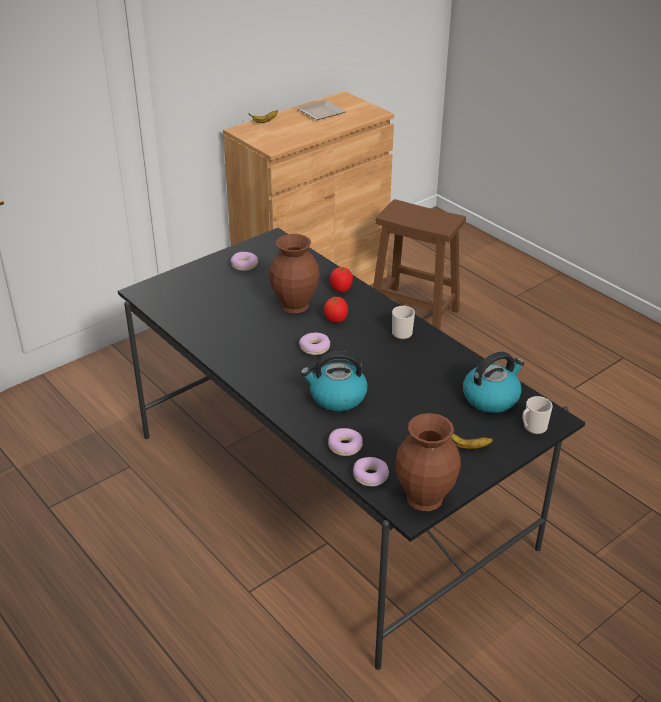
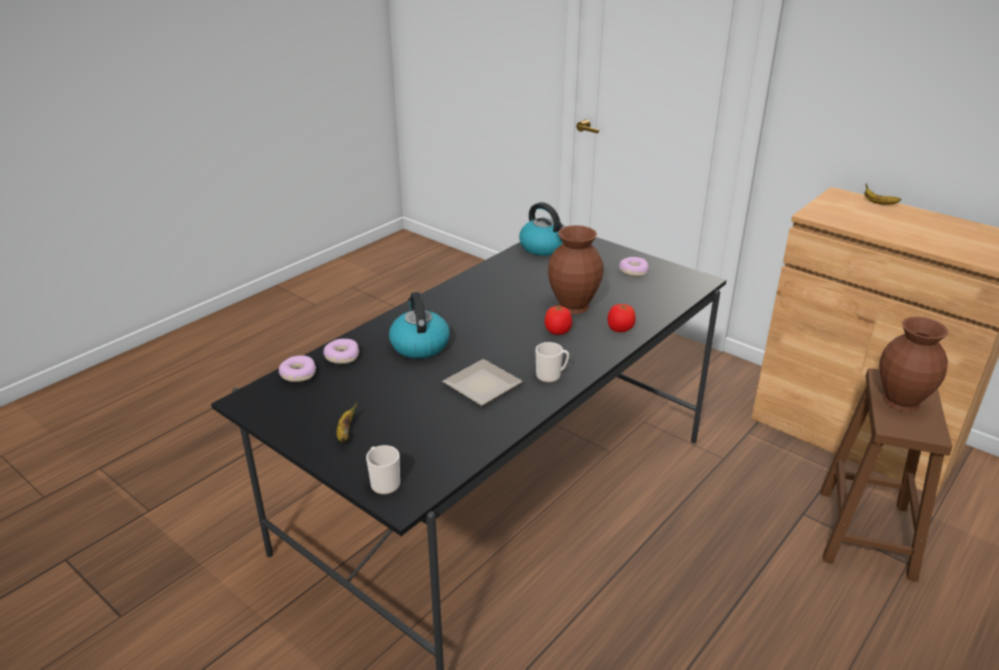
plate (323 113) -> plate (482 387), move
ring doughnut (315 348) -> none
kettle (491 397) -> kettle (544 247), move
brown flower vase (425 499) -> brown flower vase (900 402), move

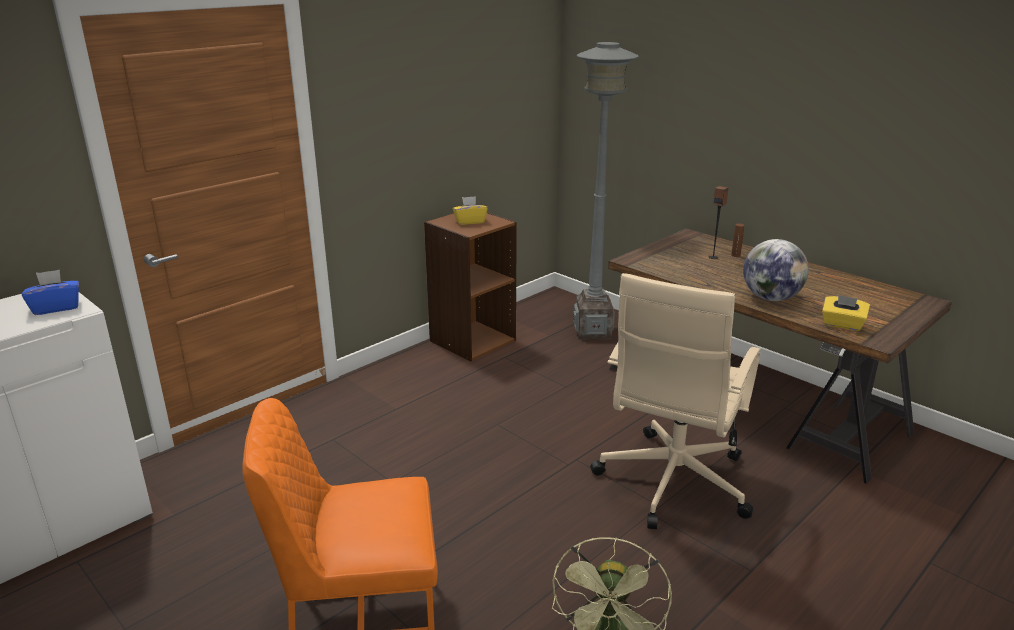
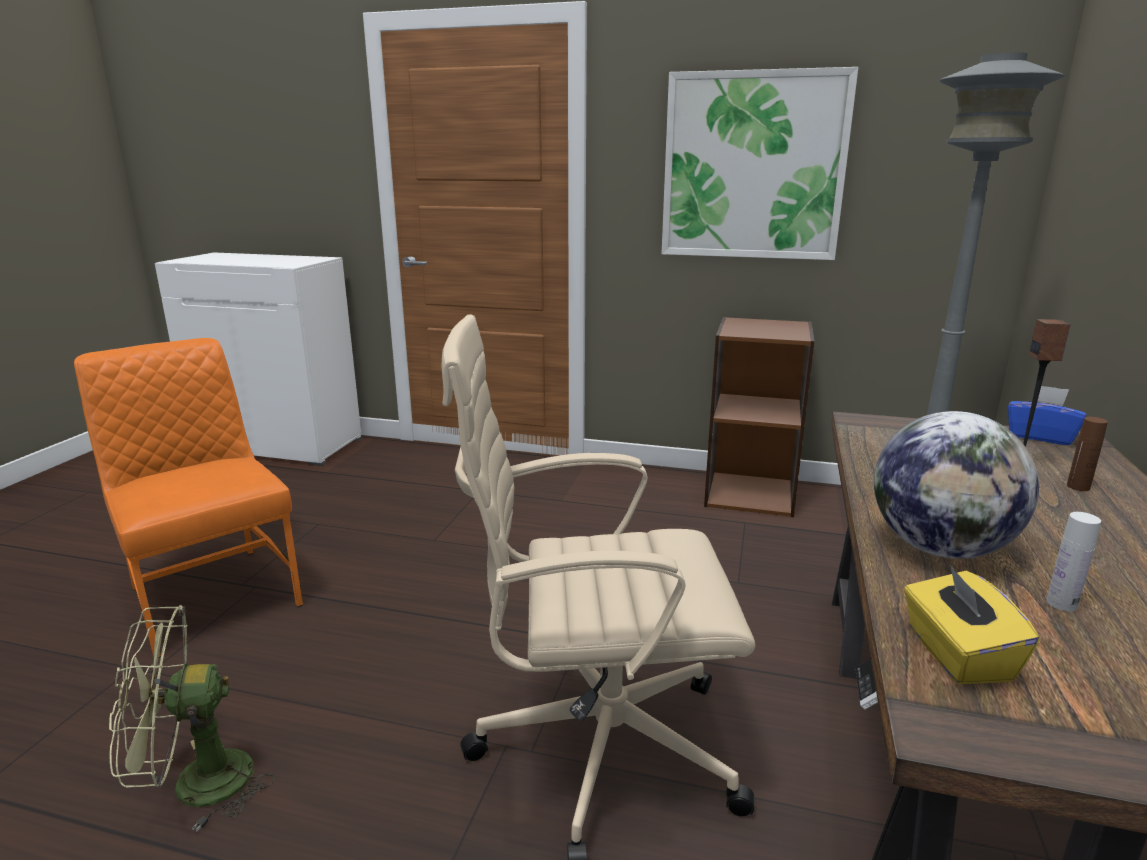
yellow tissue box (470 221) -> none
blue tissue box (56 307) -> blue tissue box (1040 436), move
none -> wall picture (753 167)
none -> white bottle (1061 604)

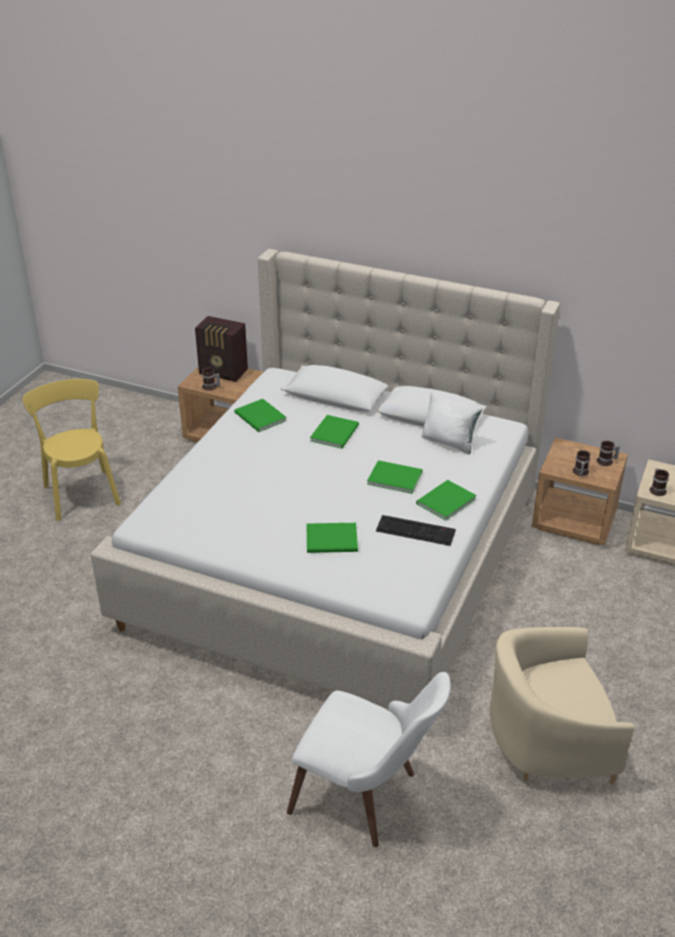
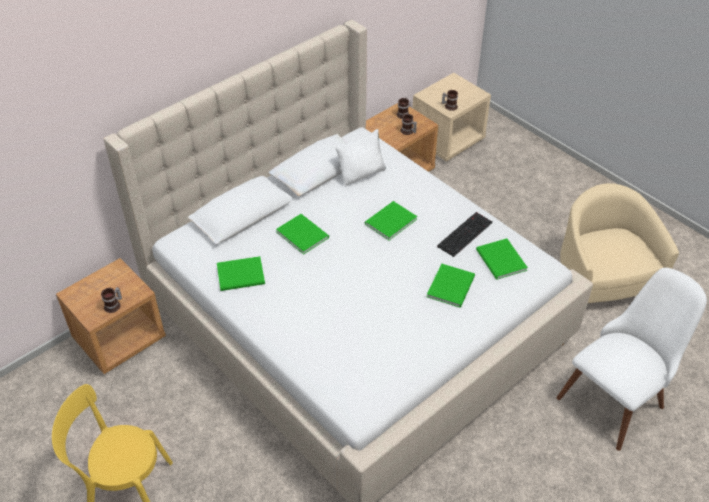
radio (224 372) -> none
greenish book (444 501) -> greenish book (500 261), move
beige-coloured easy chair (548 742) -> beige-coloured easy chair (602 279), 150 degrees clockwise

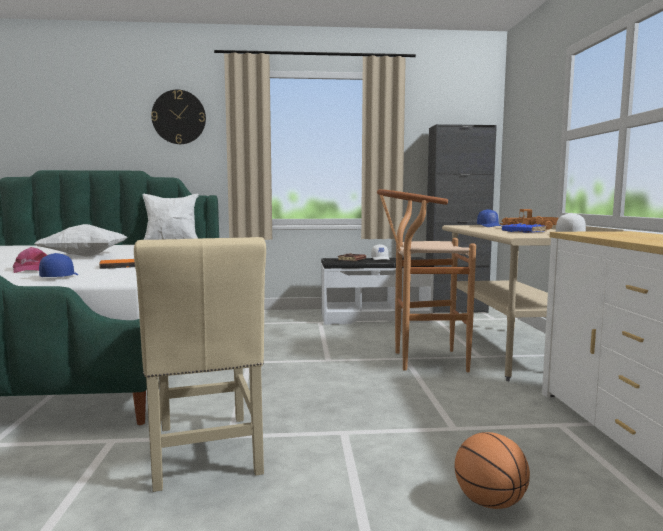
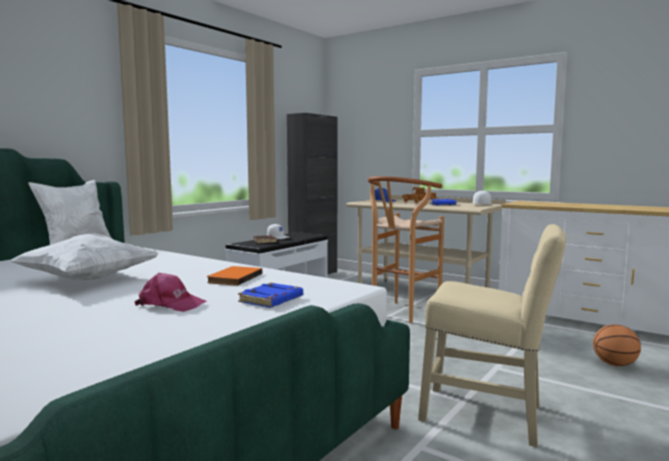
wall clock (179 117) -> none
blue baseball cap (59 277) -> blue book (271 300)

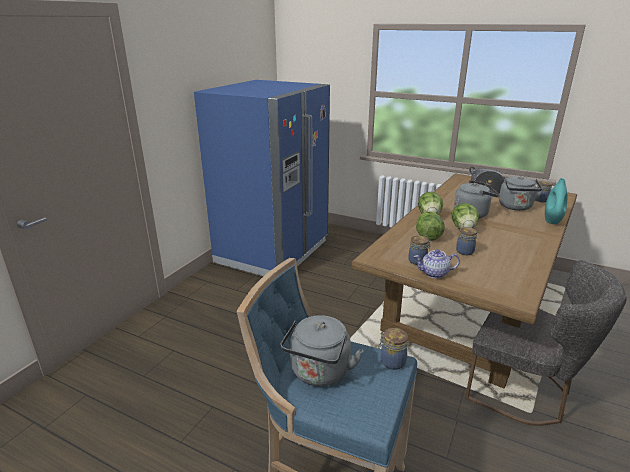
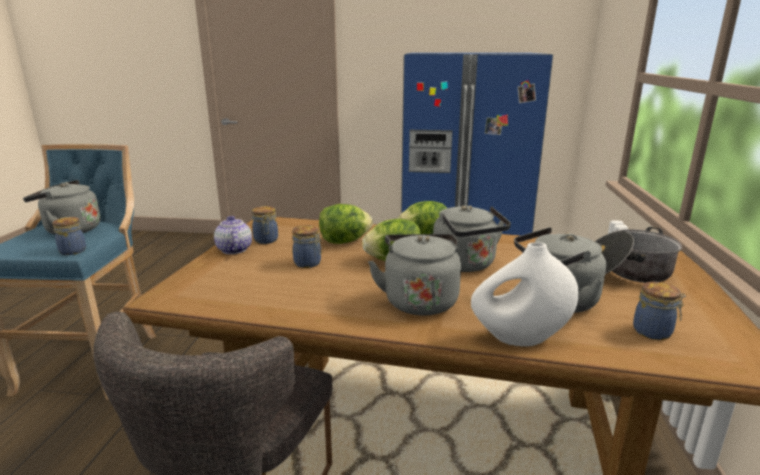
turquoise flower vase (552 220) -> white flower vase (519 339)
none -> gray kettle (419 300)

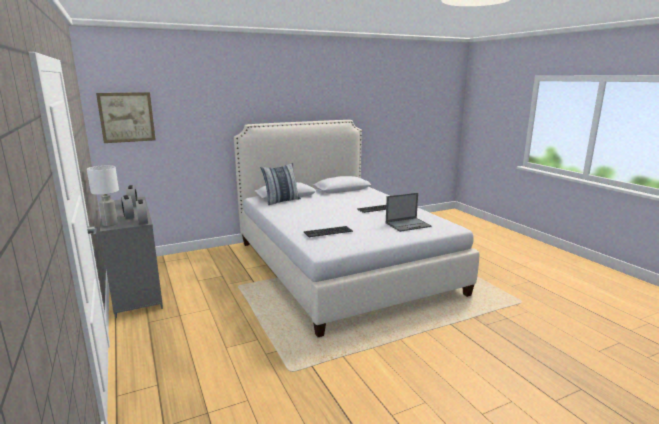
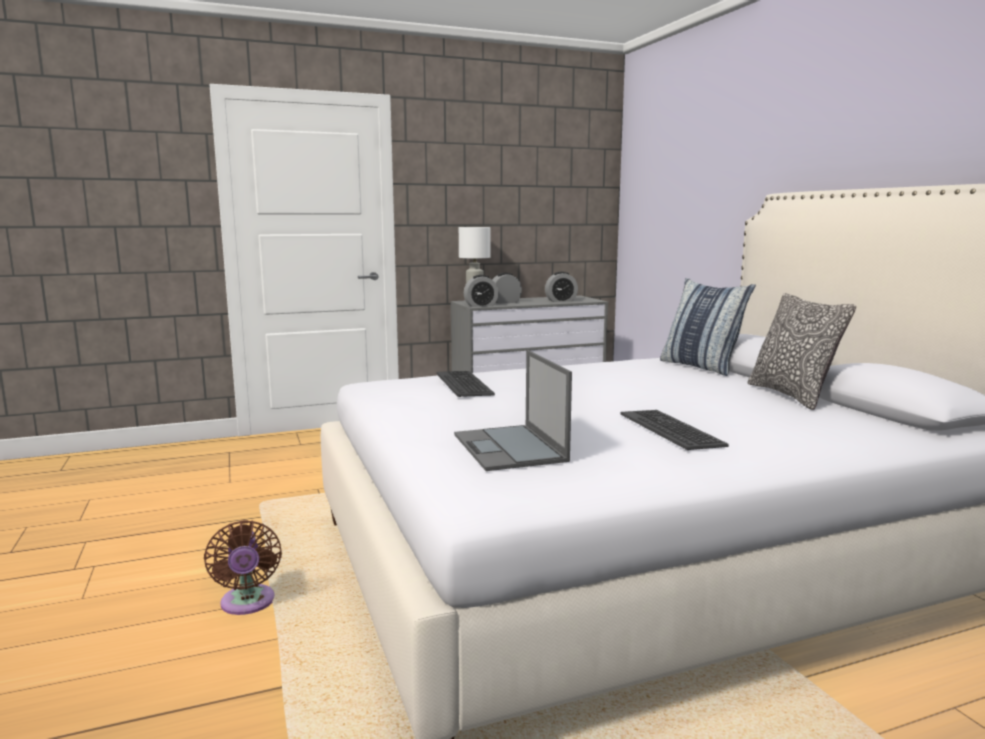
wall picture (127 117) -> none
none -> pillow (792 395)
none -> brown cooling fan (247 604)

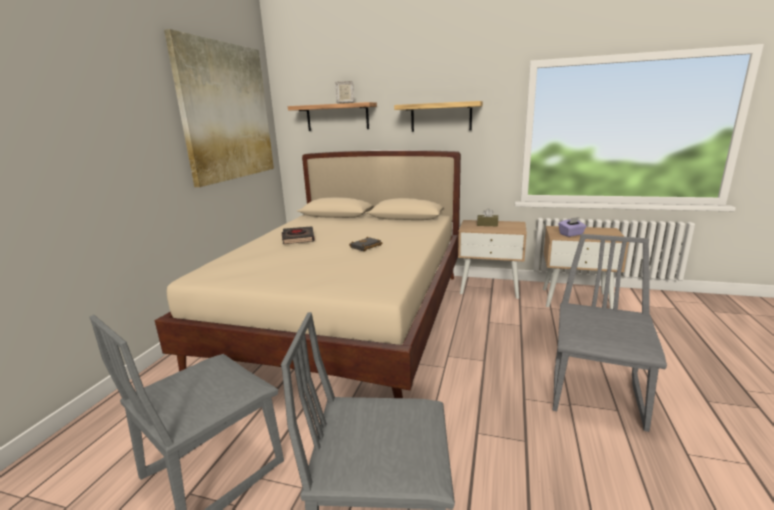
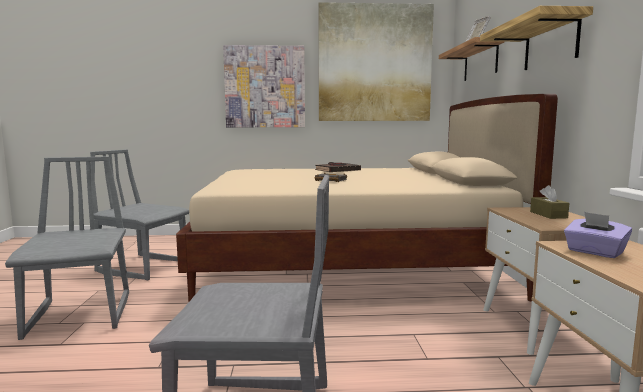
none -> wall picture (265 87)

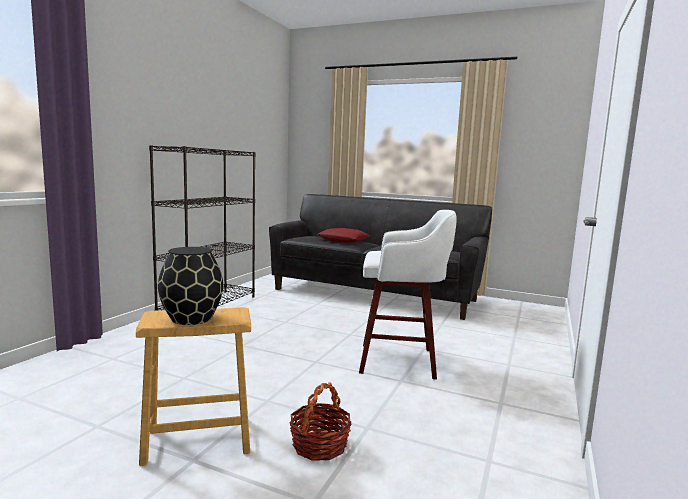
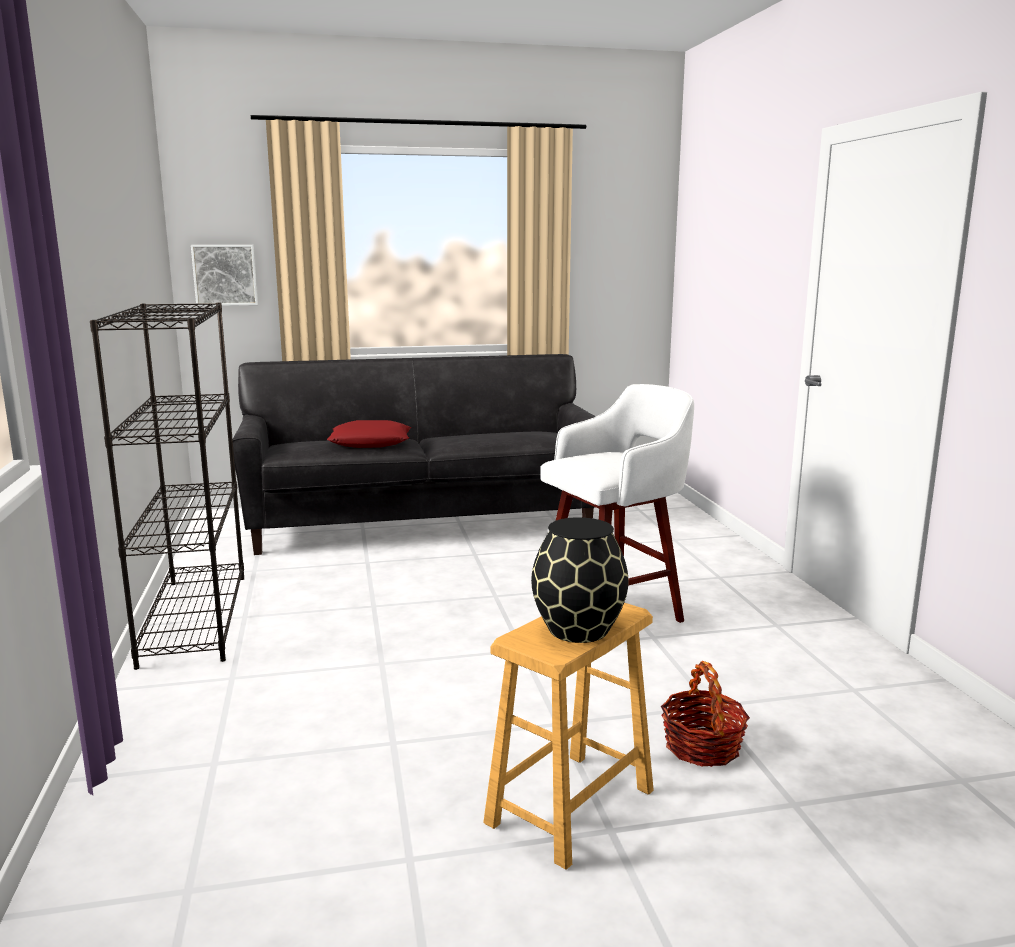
none -> wall picture (225 275)

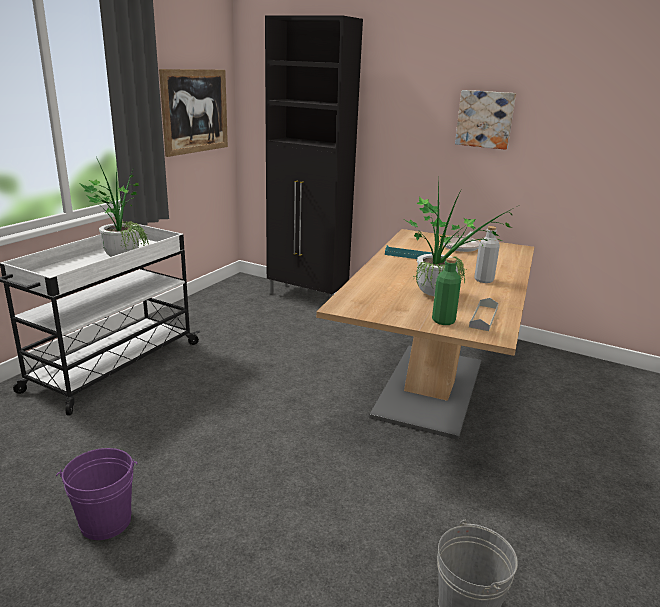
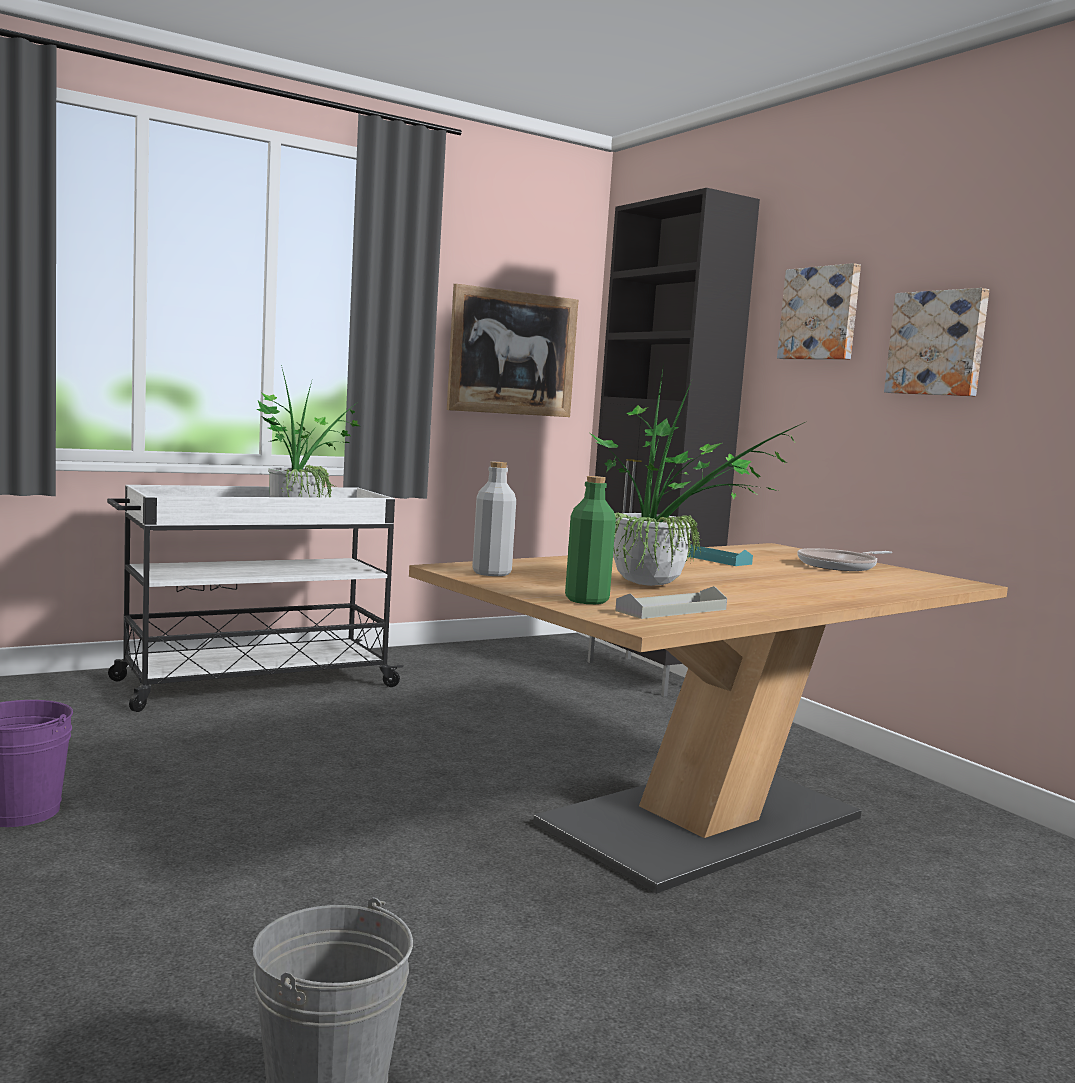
gray bottle (484 280) -> gray bottle (491 573), move
none -> wall picture (821 313)

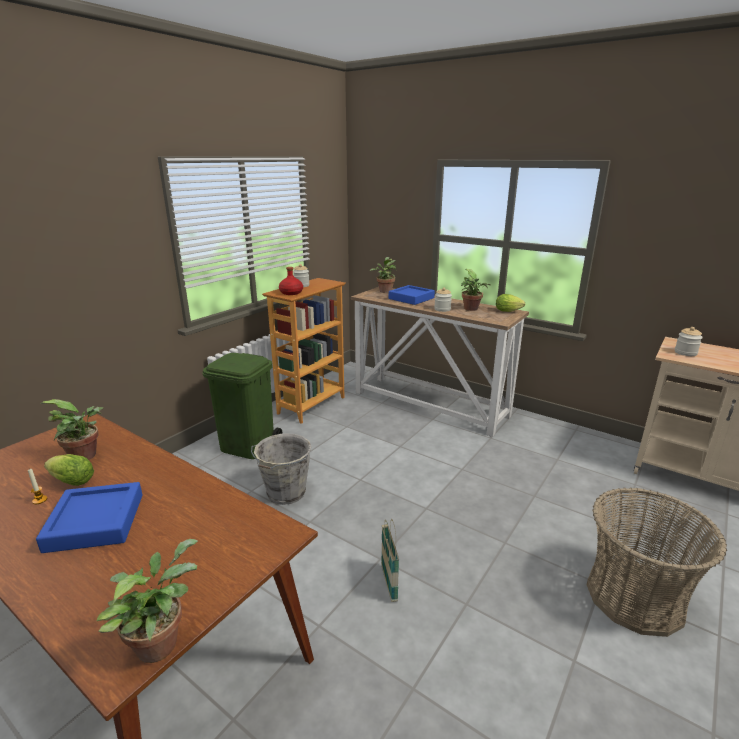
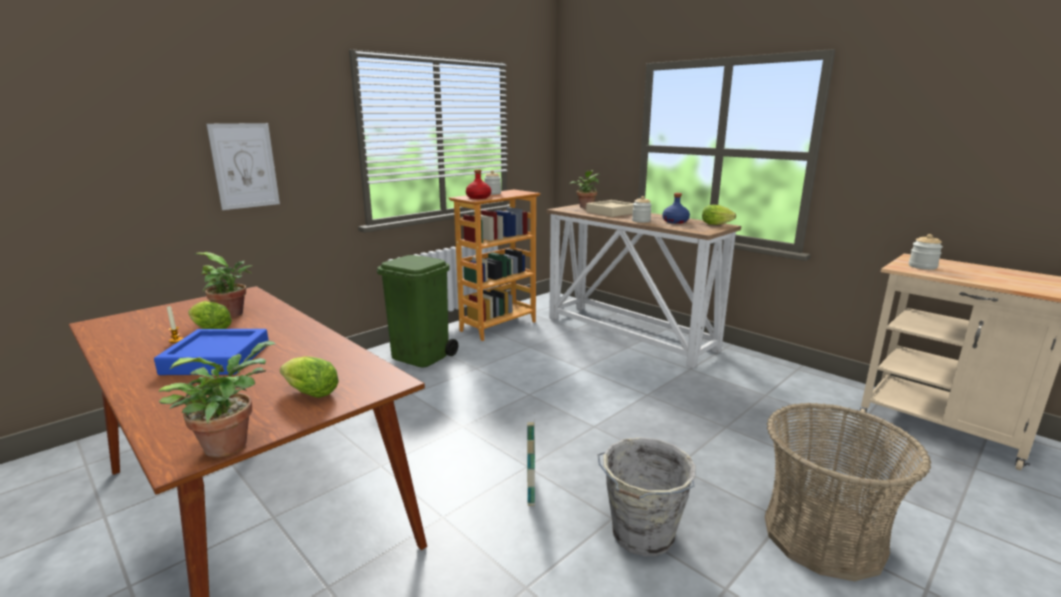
houseplant (472 309) -> blue bottle (675 222)
blue tray (411 298) -> beige-coloured tray (611 212)
gray water bucket (285 493) -> gray water bucket (641 535), move
none -> wall picture (244 166)
none -> lettuce (308 393)

